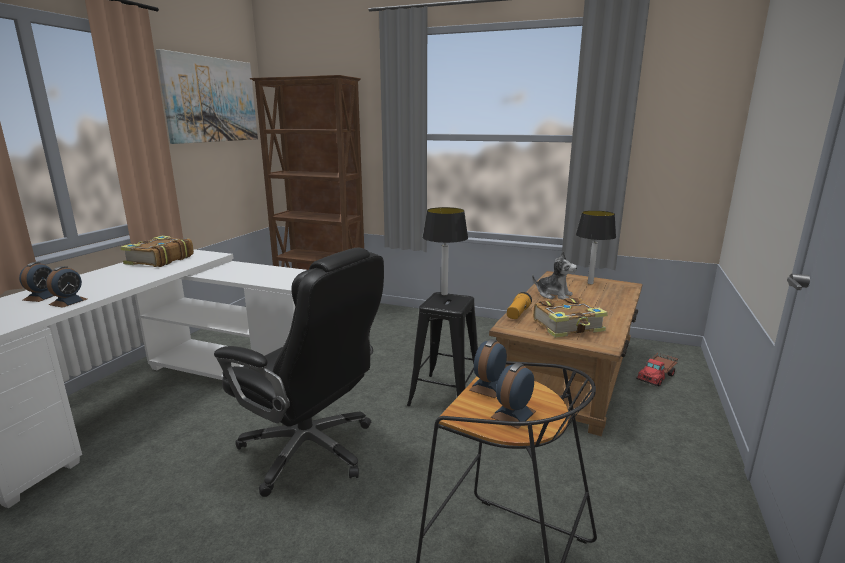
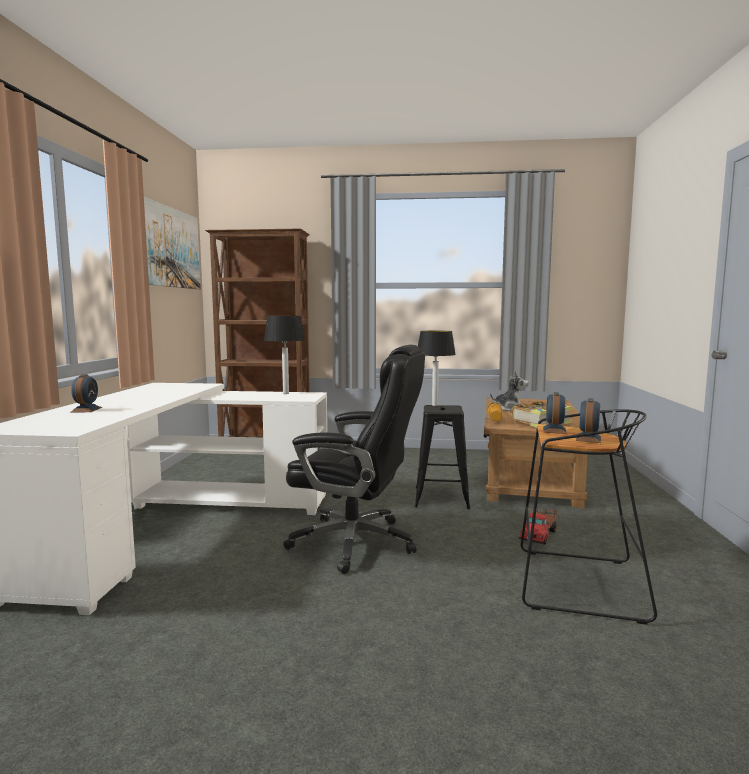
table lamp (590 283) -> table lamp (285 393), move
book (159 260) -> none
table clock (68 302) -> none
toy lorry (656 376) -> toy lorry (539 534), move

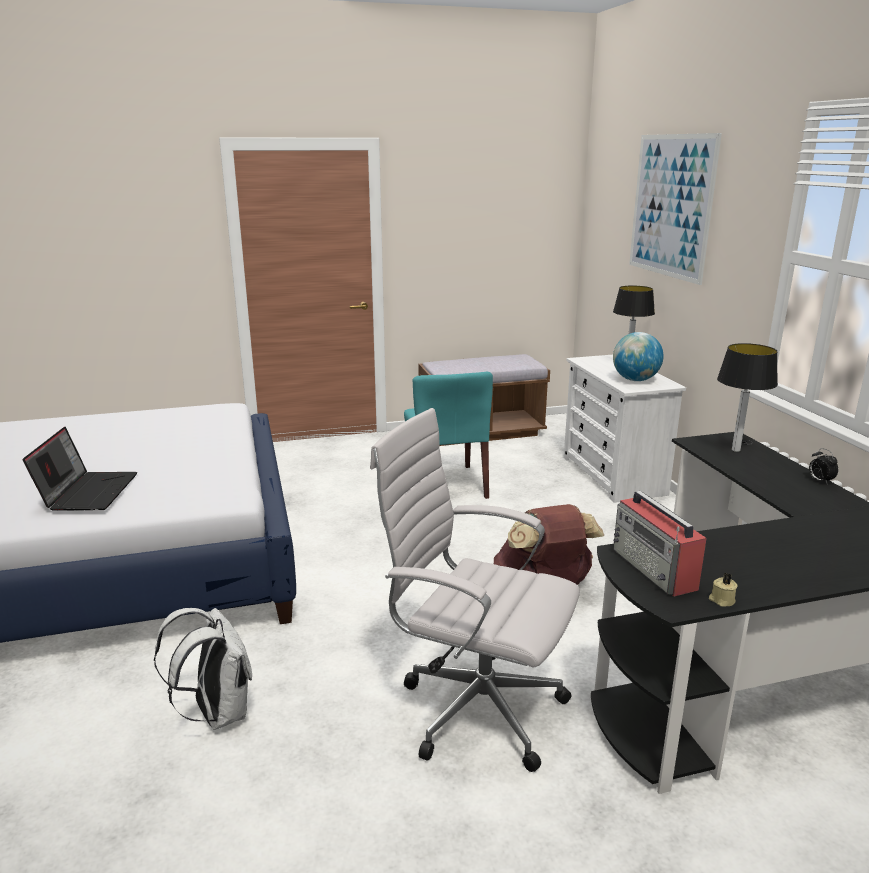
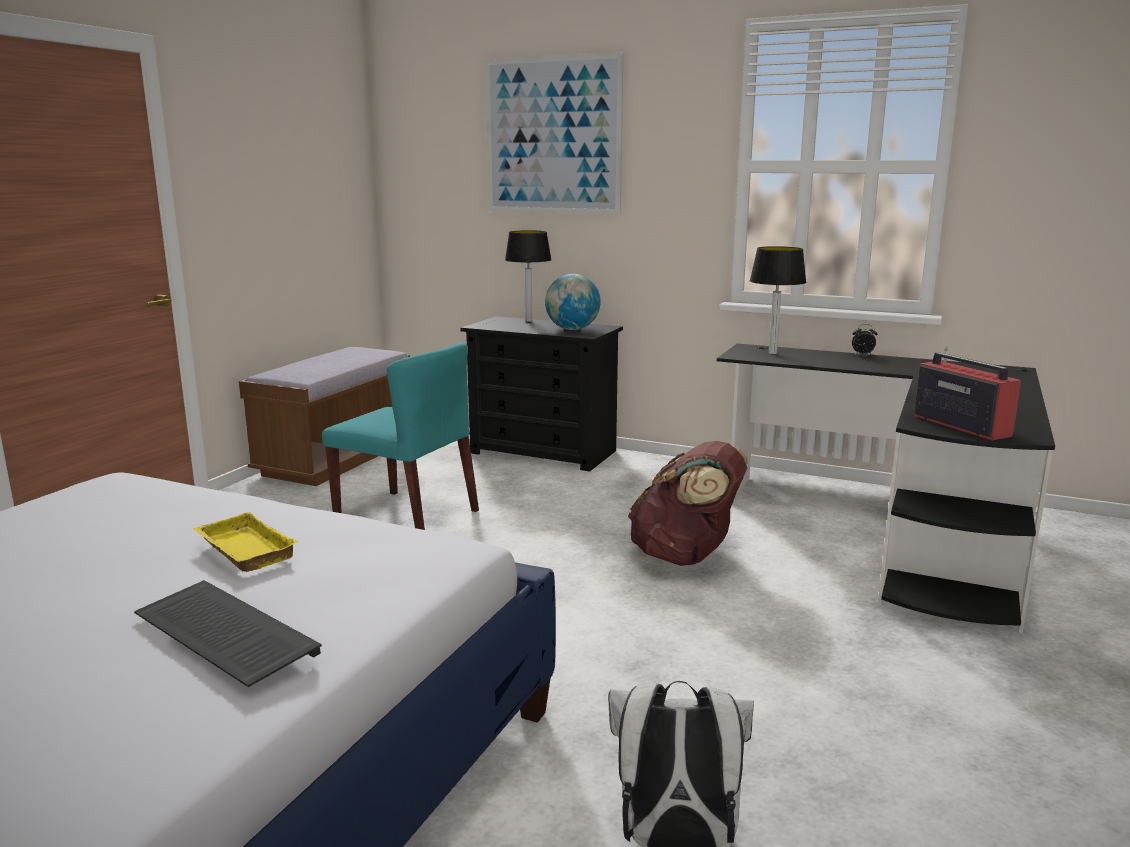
white dresser (613 475) -> black-coloured dresser (544 452)
white computer chair (474 708) -> none
notebook computer (88 491) -> computer keyboard (221 635)
radio (655 569) -> radio (960 425), 135 degrees counterclockwise
beige-coloured wax candle (721 600) -> none
none -> yellow tray (242 550)

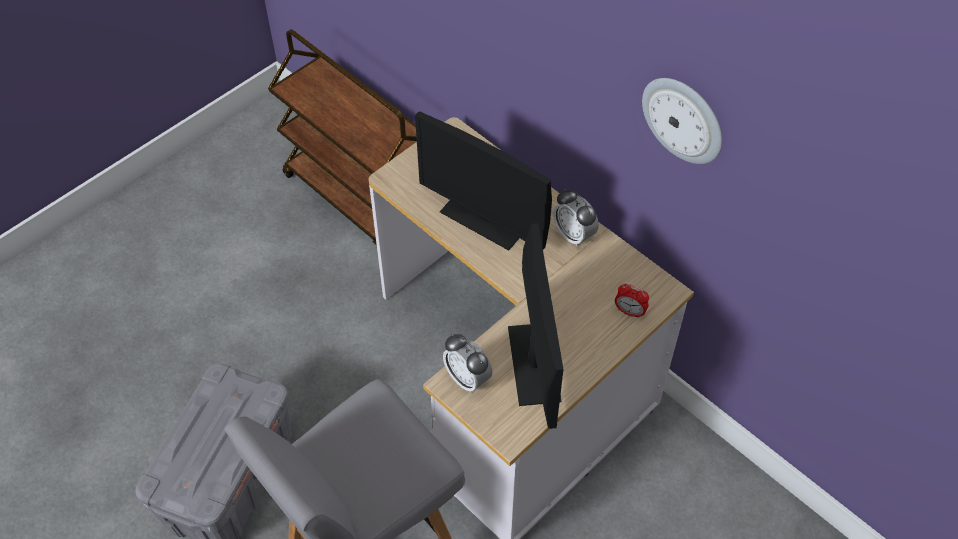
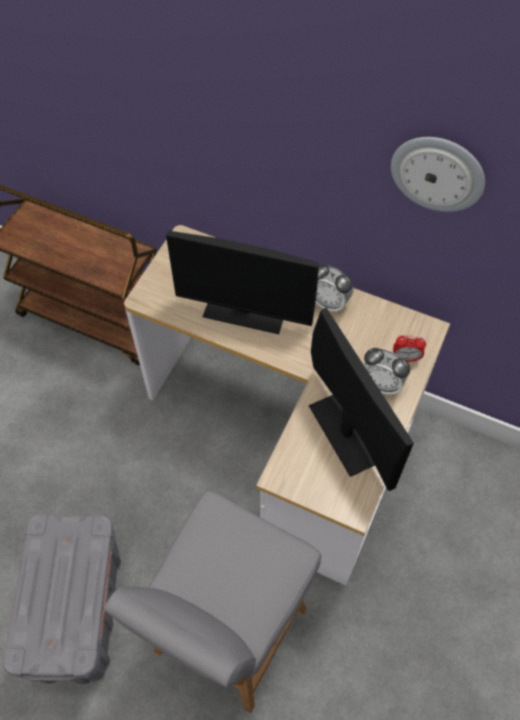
table clock (467 378) -> table clock (381 384), move

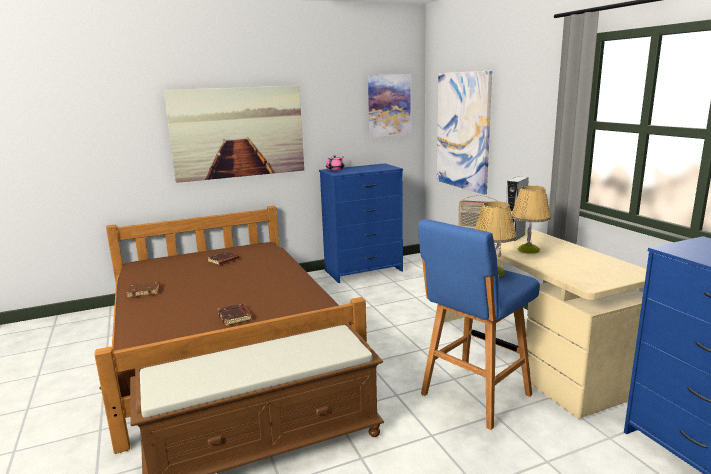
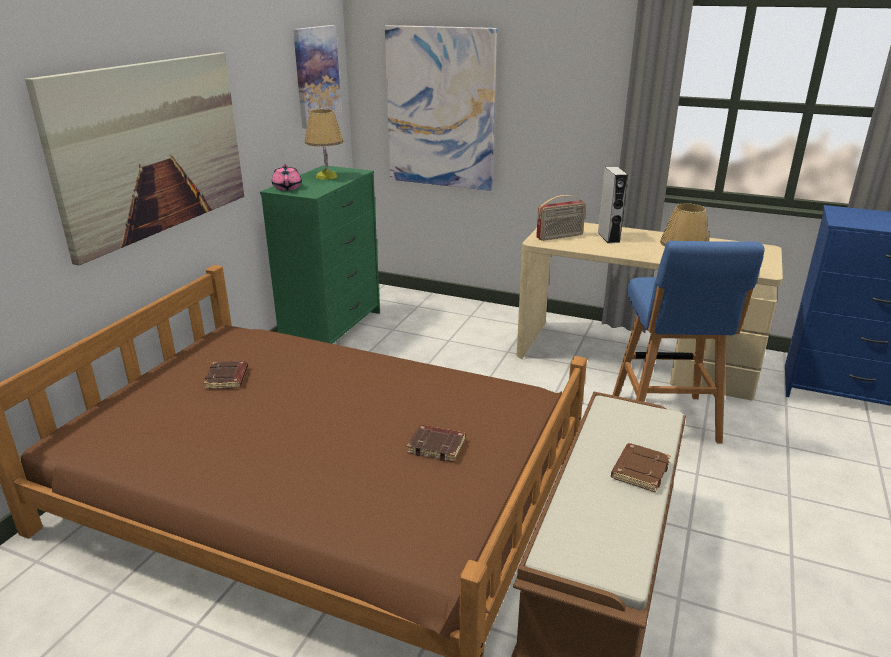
blue dresser (363 271) -> greenish dresser (332 328)
table lamp (528 250) -> table lamp (326 176), move
brown book (144 292) -> brown book (639 470), move

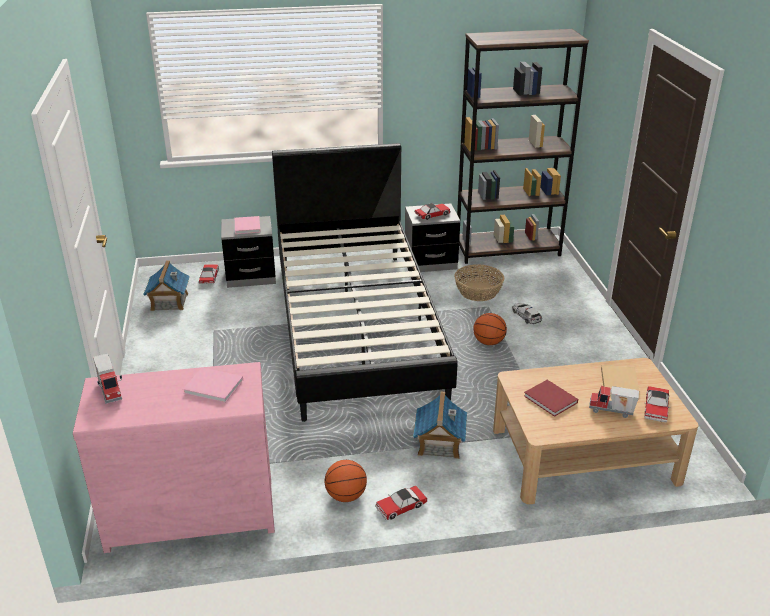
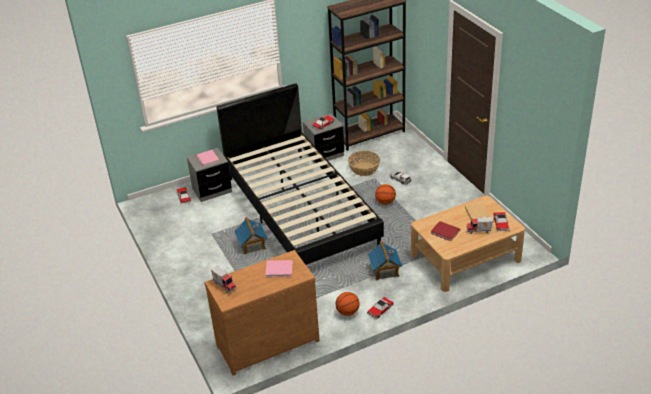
toy house (169 302) -> toy house (252 245), move
pink dresser (190 509) -> brown dresser (266 341)

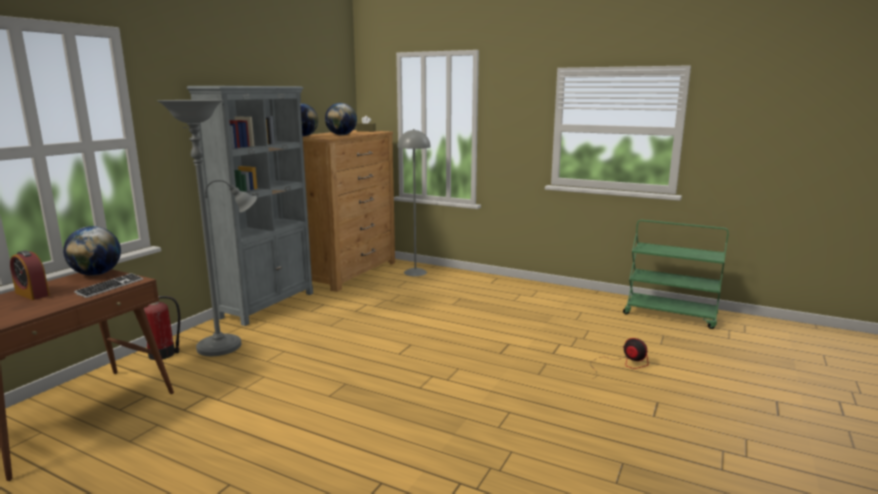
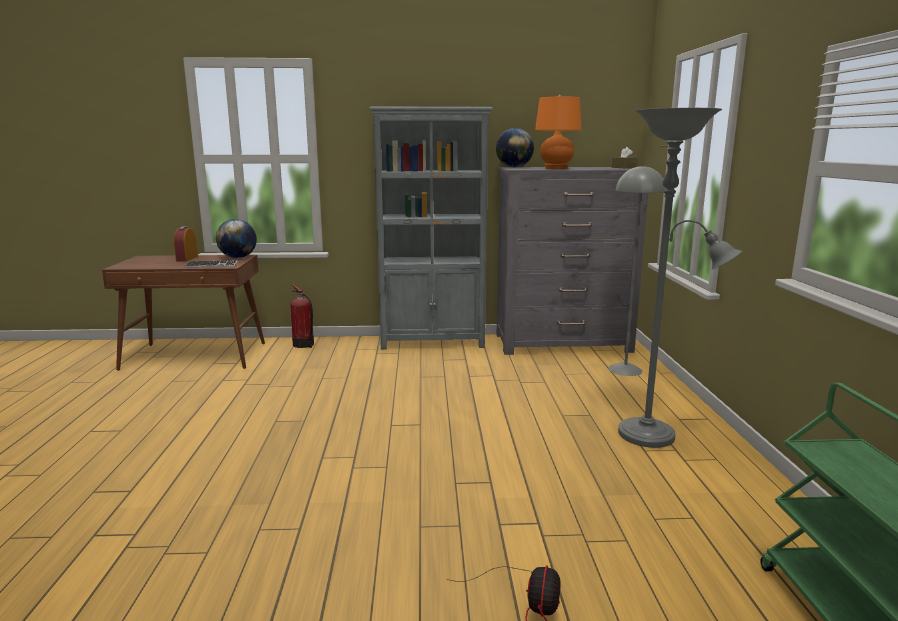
gray standard lamp (225 345) -> gray standard lamp (654 436), move
desk globe (341 135) -> orange table lamp (556 168)
brown dresser (348 272) -> gray dresser (563 343)

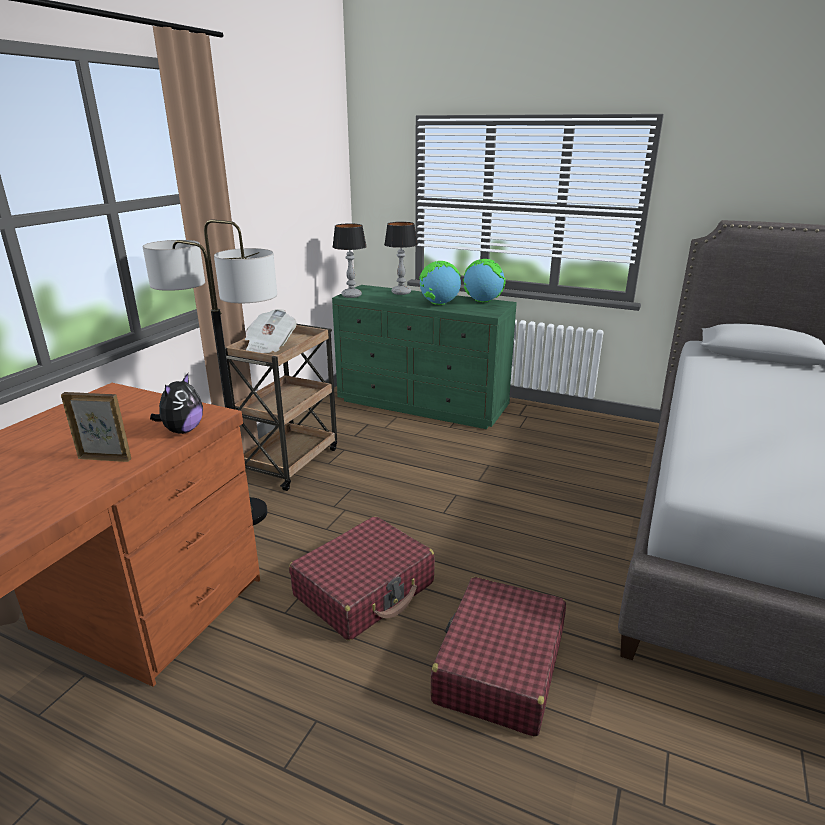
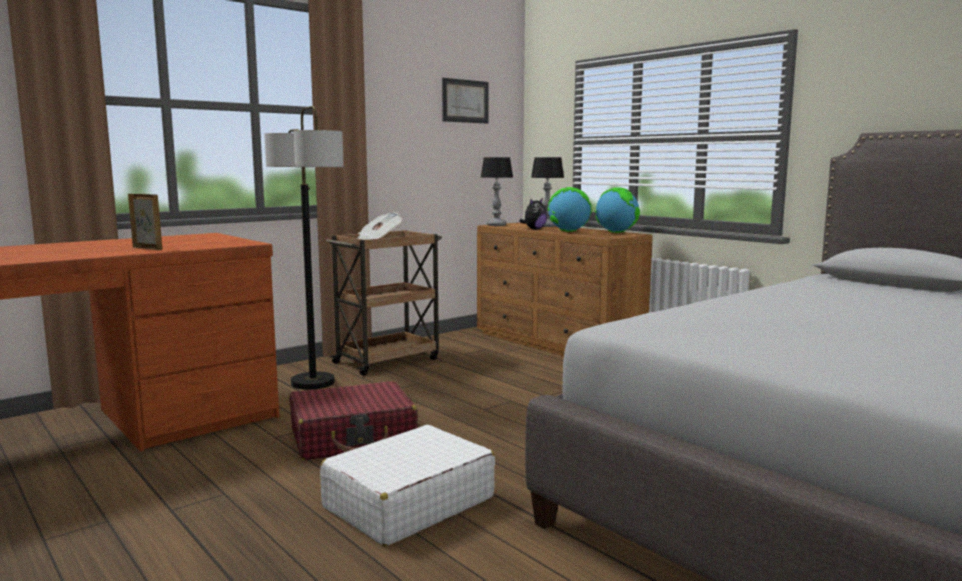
greenish dresser (423 404) -> brown dresser (557 344)
plush toy (182 430) -> plush toy (534 229), move
red-coloured suitcase (499 667) -> white suitcase (408 503)
none -> wall picture (465 101)

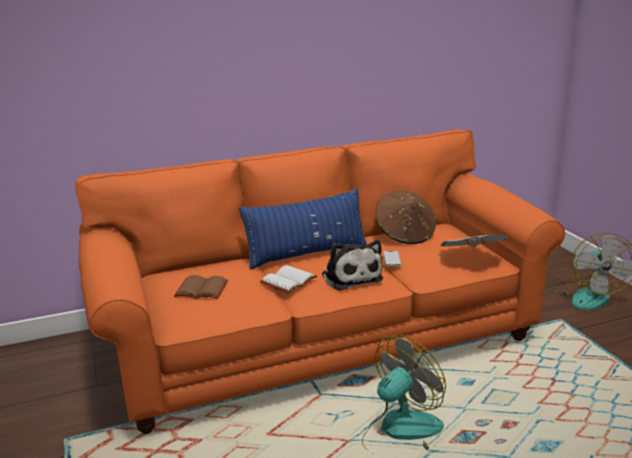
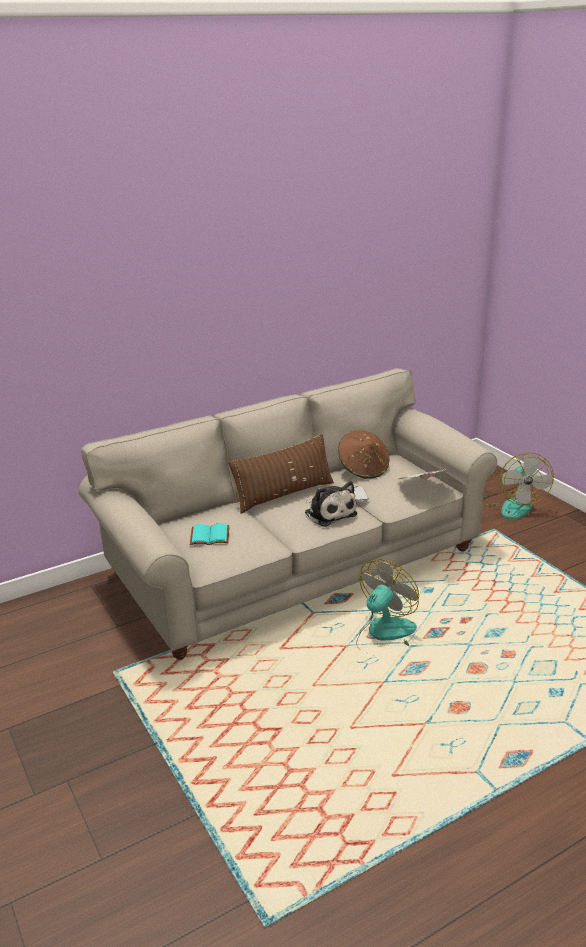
orange settee (319 336) -> beige-coloured settee (295 563)
blue pillow (306 254) -> brown pillow (283 494)
white book (288 280) -> none
brown book (200 290) -> turquoise book (209 537)

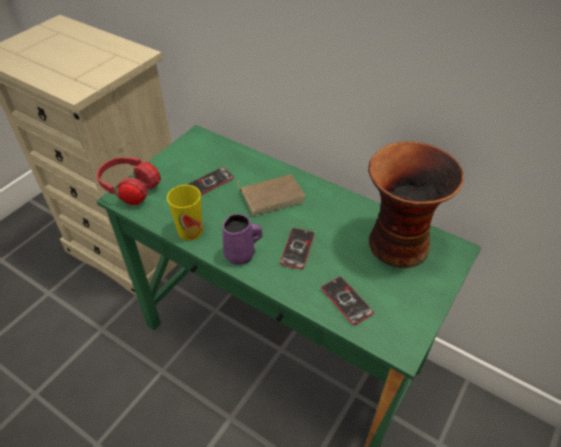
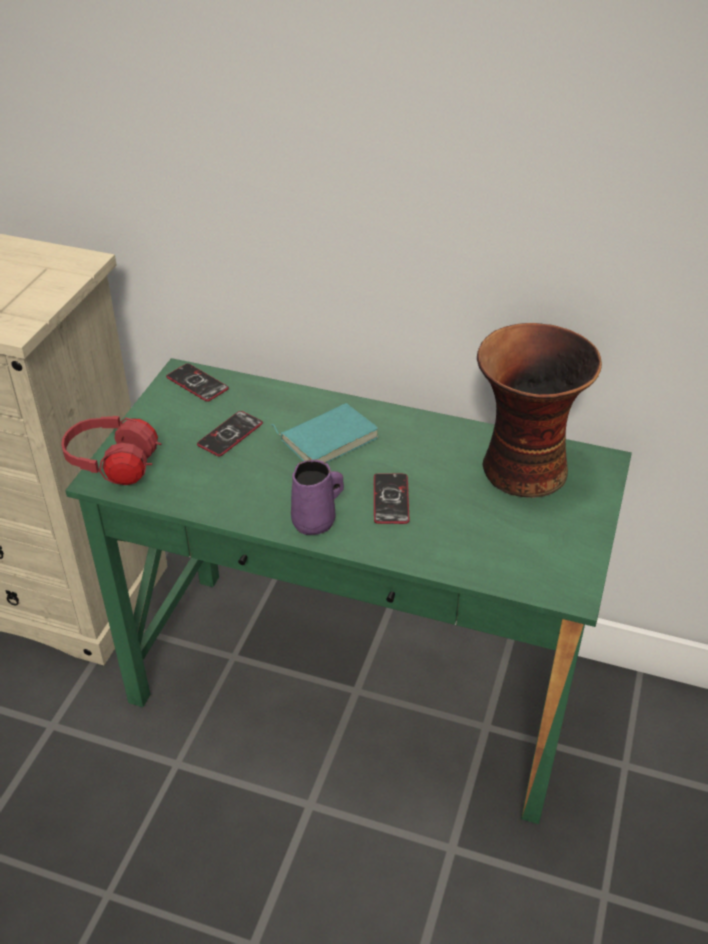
brown book (272 196) -> turquoise book (328 437)
cup (190 231) -> none
telephone (346 301) -> telephone (197 383), move

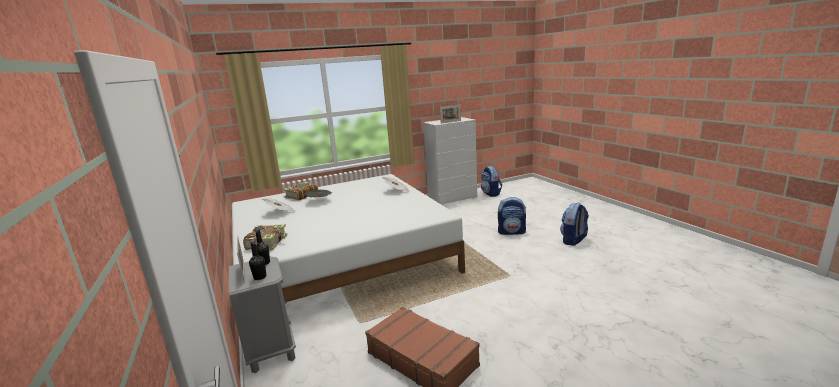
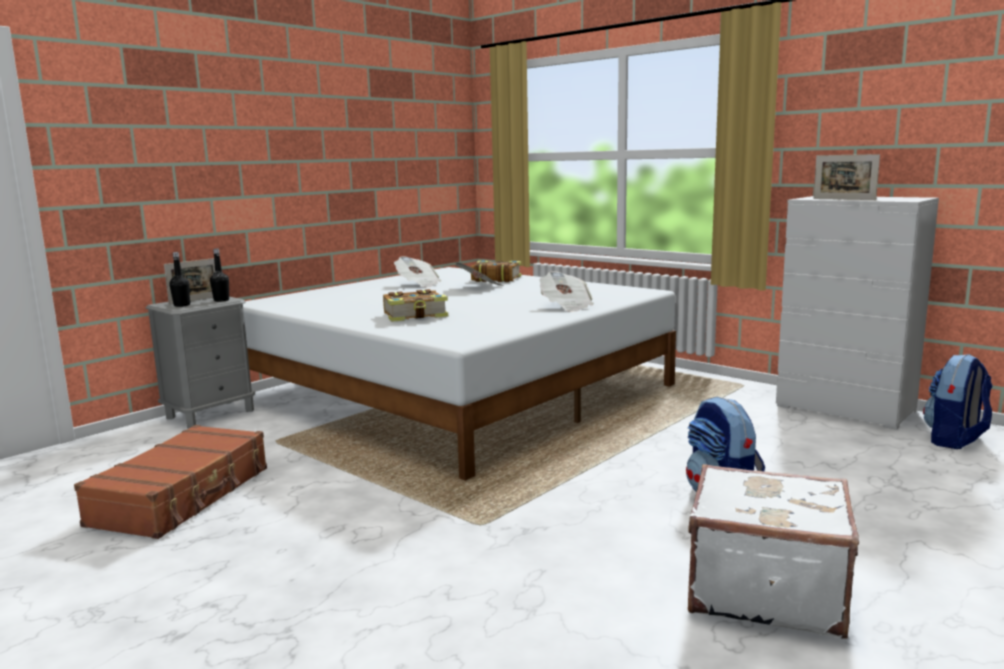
rucksack (573 240) -> white suitcase (764 590)
book (268 242) -> book (416 316), move

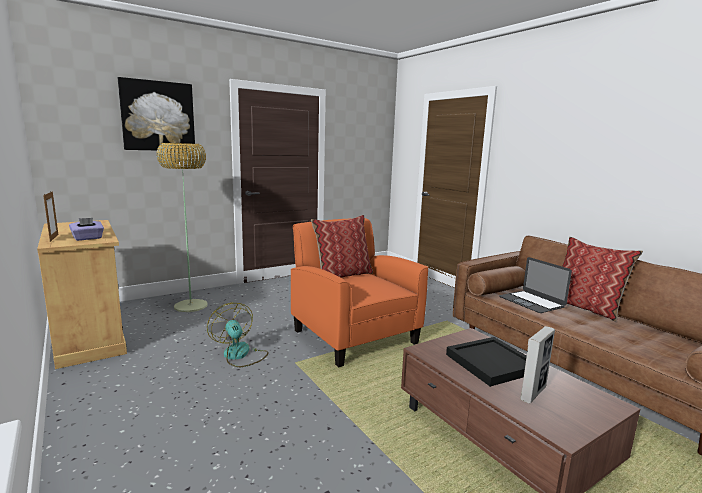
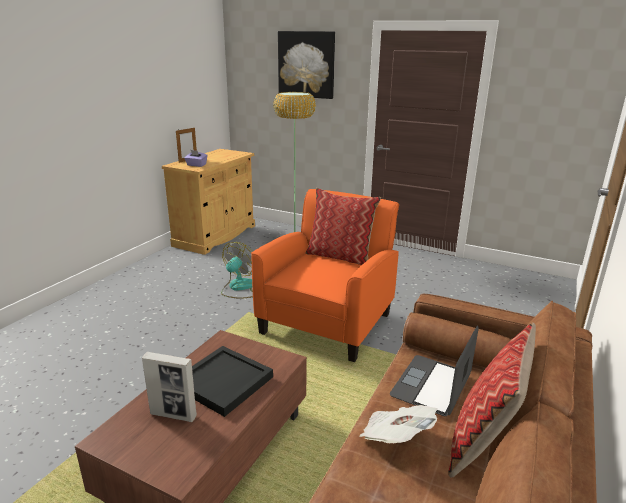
none -> newspaper (395 437)

